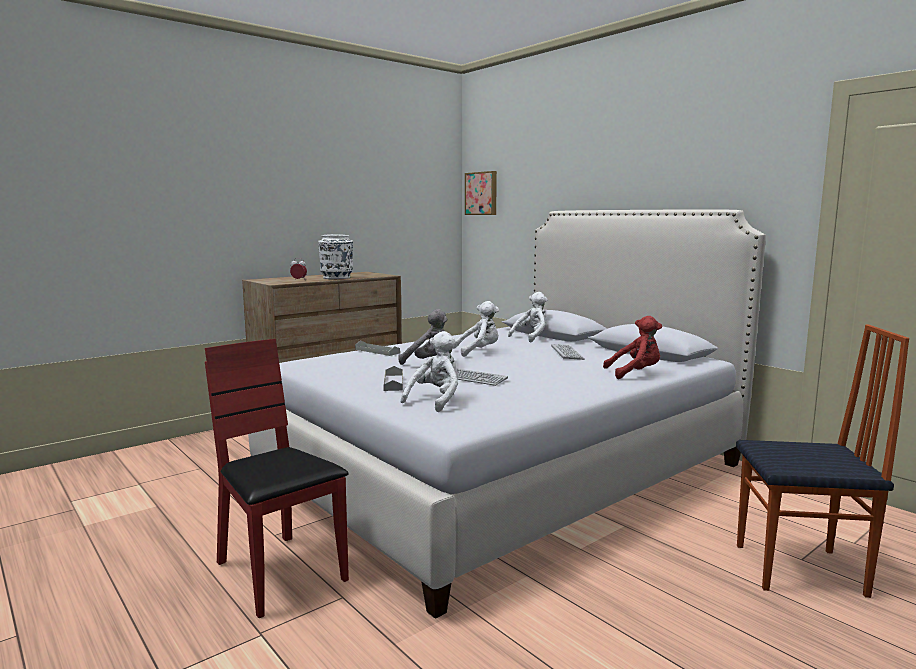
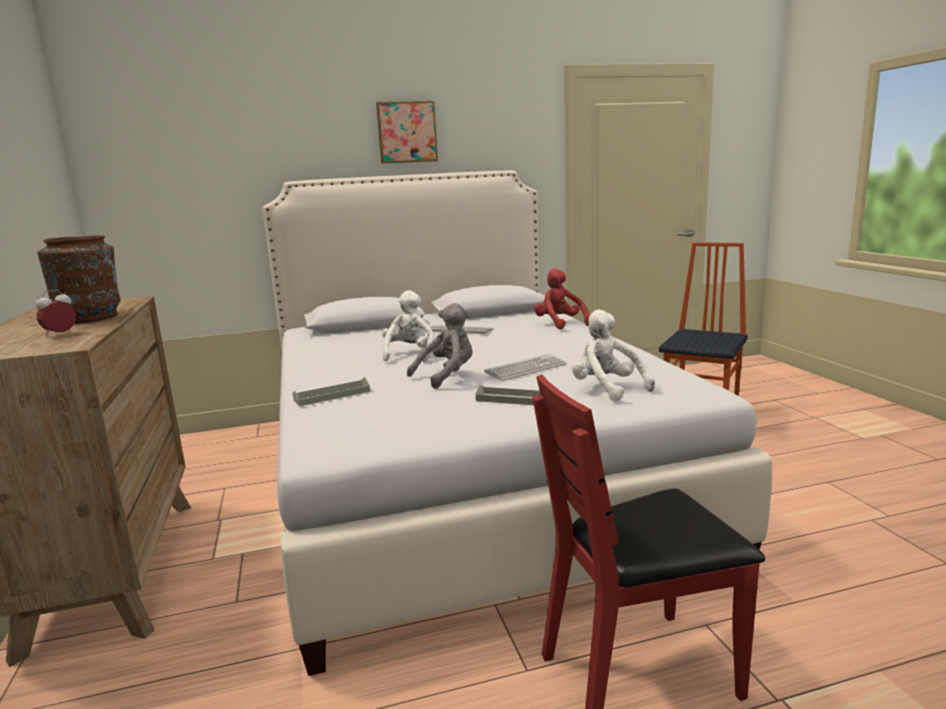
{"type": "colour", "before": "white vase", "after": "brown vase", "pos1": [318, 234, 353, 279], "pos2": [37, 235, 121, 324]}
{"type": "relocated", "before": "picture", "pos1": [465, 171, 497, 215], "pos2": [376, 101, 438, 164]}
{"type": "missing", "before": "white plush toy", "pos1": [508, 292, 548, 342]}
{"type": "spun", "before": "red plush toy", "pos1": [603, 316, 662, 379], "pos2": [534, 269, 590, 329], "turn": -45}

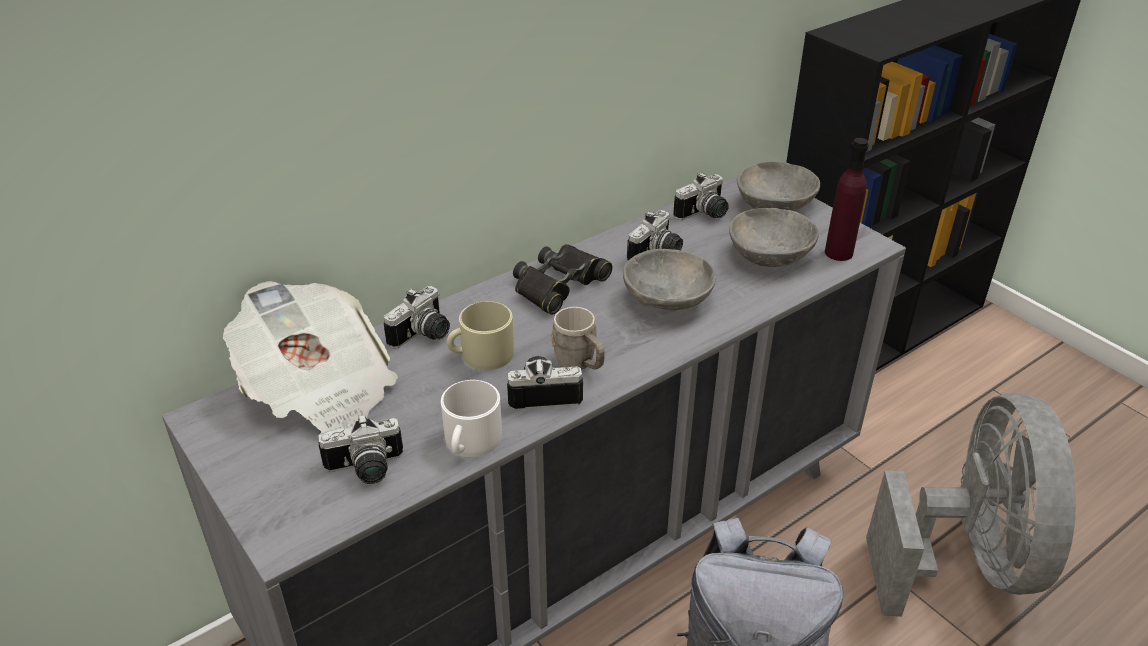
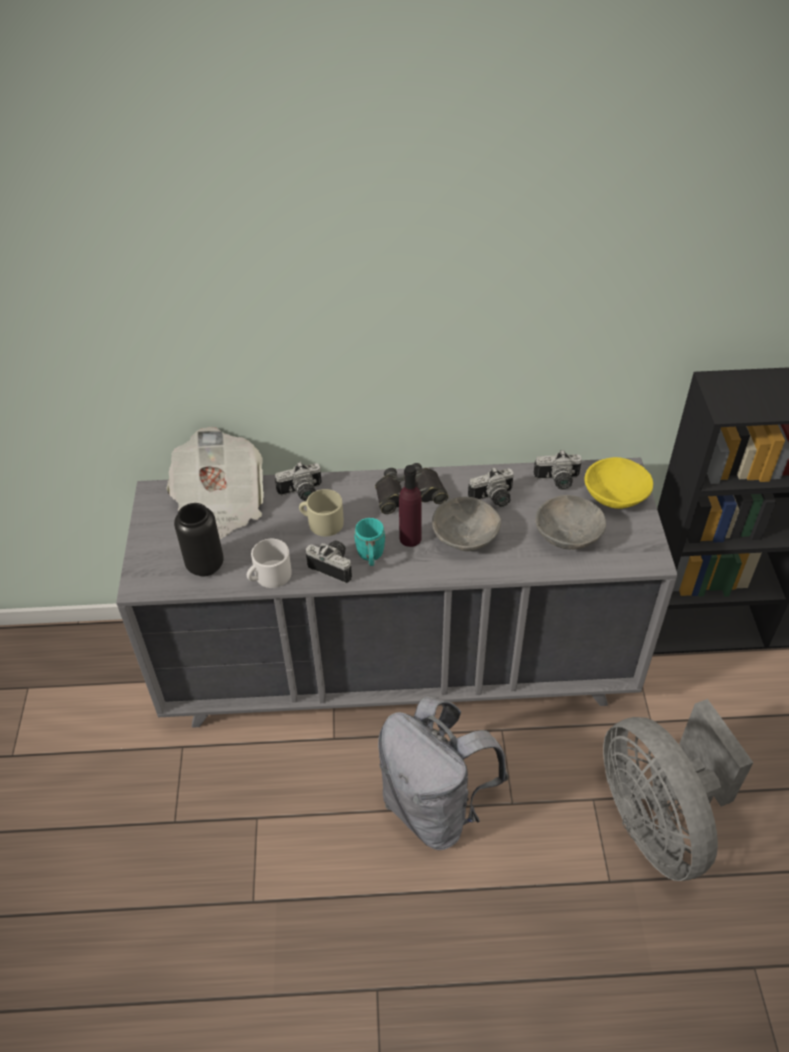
{"type": "exchanged", "before": "photo camera", "after": "black vase", "pos1": [318, 414, 403, 484], "pos2": [174, 503, 224, 576]}
{"type": "colour", "before": "grey mug", "after": "turquoise mug", "pos1": [551, 307, 605, 370], "pos2": [354, 518, 386, 566]}
{"type": "colour", "before": "grey bowl", "after": "yellow bowl", "pos1": [737, 162, 820, 211], "pos2": [585, 457, 653, 509]}
{"type": "relocated", "before": "purple bottle", "pos1": [825, 138, 869, 261], "pos2": [399, 465, 422, 547]}
{"type": "spun", "before": "grey fan", "pos1": [866, 393, 1076, 617], "pos2": [603, 699, 753, 881], "turn": 120}

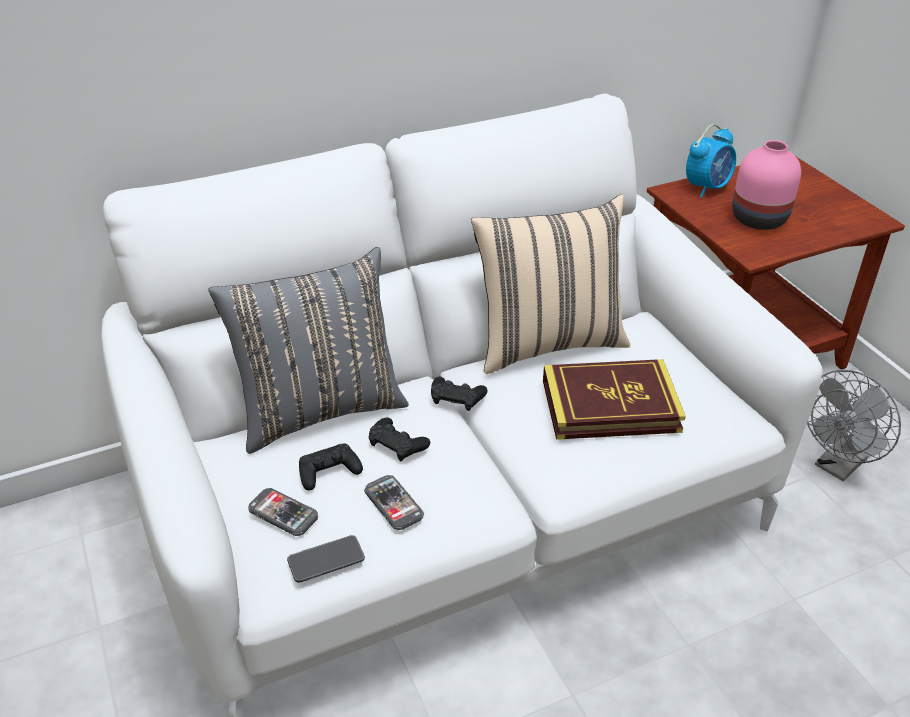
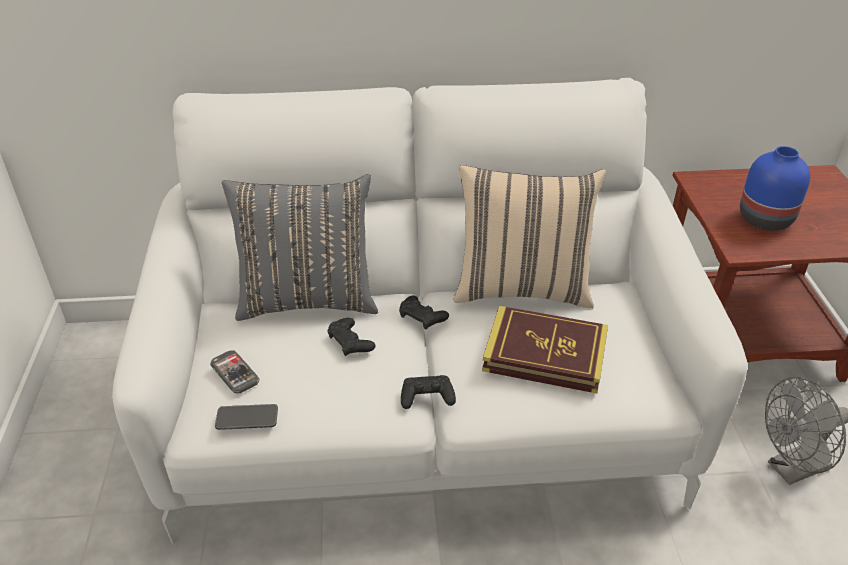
{"type": "relocated", "before": "black game controller", "pos1": [299, 443, 363, 491], "pos2": [401, 375, 456, 409]}
{"type": "missing", "before": "phone", "pos1": [364, 475, 424, 530]}
{"type": "missing", "before": "alarm clock", "pos1": [686, 124, 736, 198]}
{"type": "colour", "before": "pink vase", "after": "blue vase", "pos1": [732, 140, 801, 230], "pos2": [740, 146, 810, 231]}

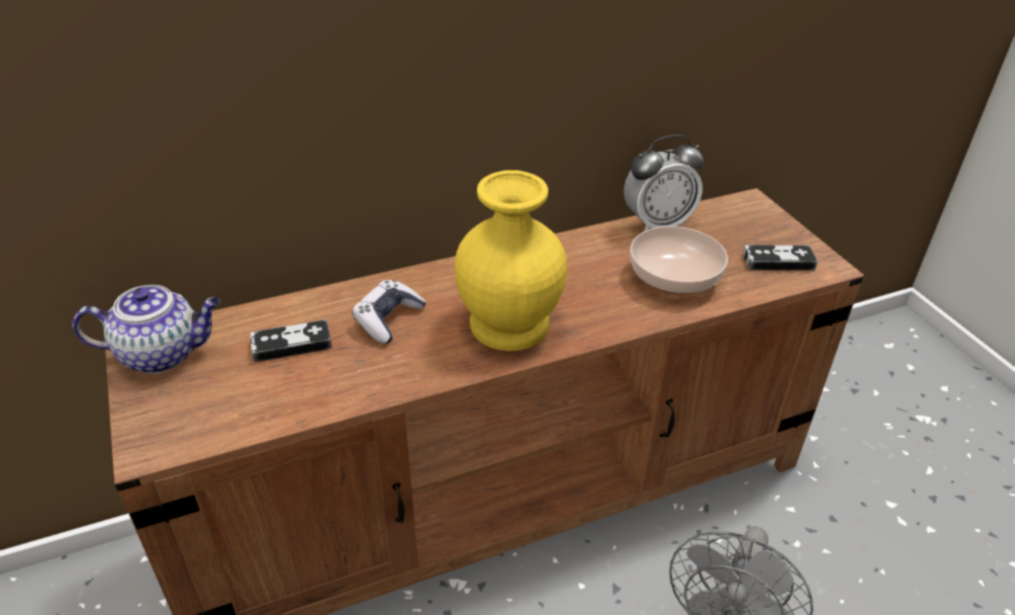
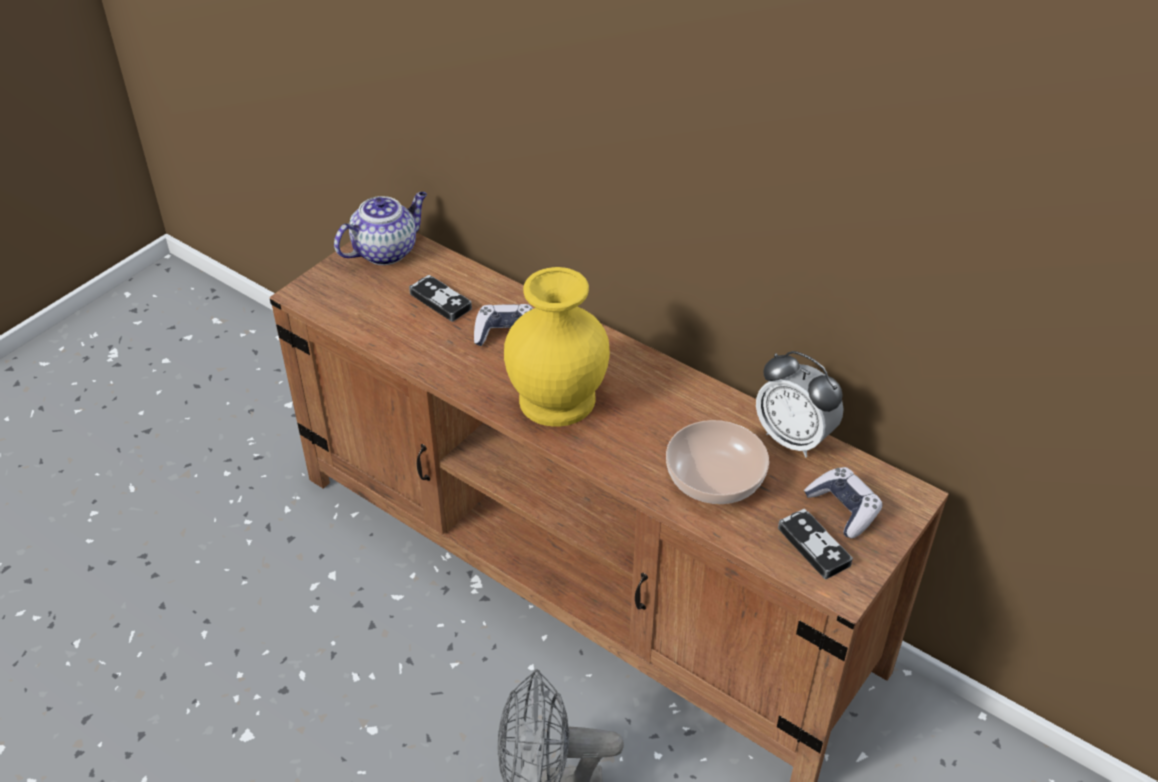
{"type": "spun", "before": "teapot", "pos1": [72, 285, 220, 373], "pos2": [334, 192, 427, 265], "turn": -90}
{"type": "appeared", "after": "game controller", "pos2": [804, 467, 883, 539]}

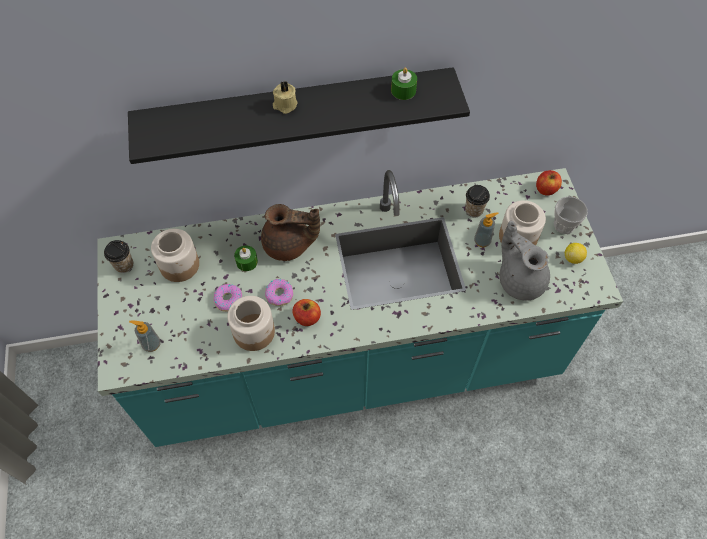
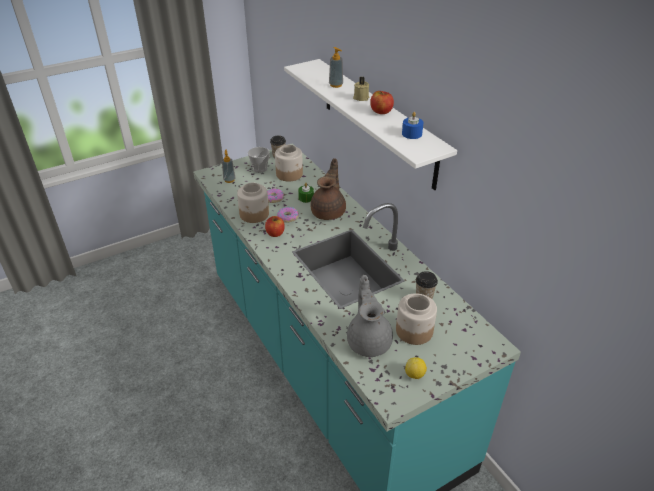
{"type": "colour", "before": "black shelf", "after": "white shelf", "pos1": [128, 67, 470, 164], "pos2": [284, 59, 457, 190]}
{"type": "spun", "before": "brown teapot", "pos1": [261, 204, 320, 261], "pos2": [311, 158, 346, 220], "turn": -150}
{"type": "colour", "before": "green candle", "after": "blue candle", "pos1": [391, 68, 417, 100], "pos2": [402, 112, 424, 139]}
{"type": "relocated", "before": "soap dispenser", "pos1": [474, 212, 499, 247], "pos2": [329, 47, 343, 88]}
{"type": "spun", "before": "grey teapot", "pos1": [499, 221, 550, 301], "pos2": [347, 275, 393, 357], "turn": -45}
{"type": "relocated", "before": "apple", "pos1": [536, 170, 562, 195], "pos2": [370, 91, 394, 114]}
{"type": "relocated", "before": "cup", "pos1": [554, 197, 588, 234], "pos2": [248, 147, 270, 173]}

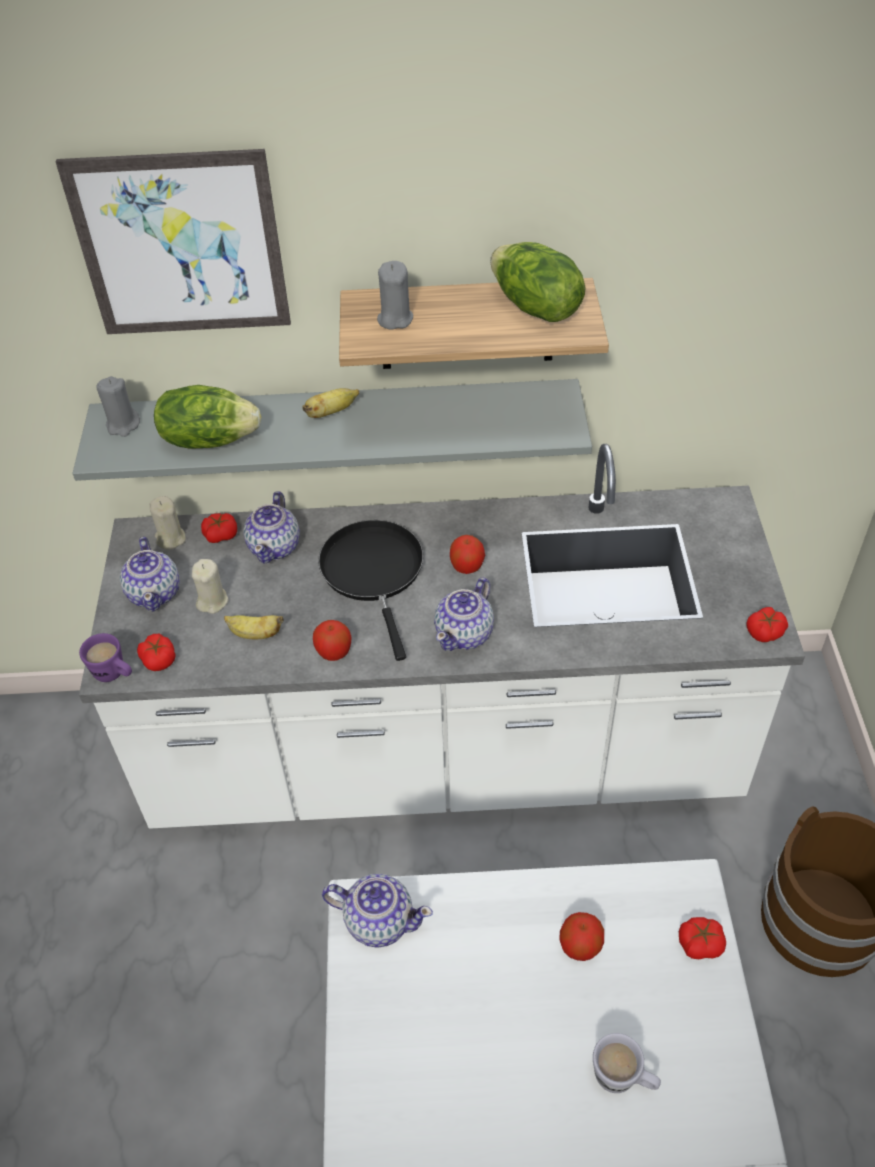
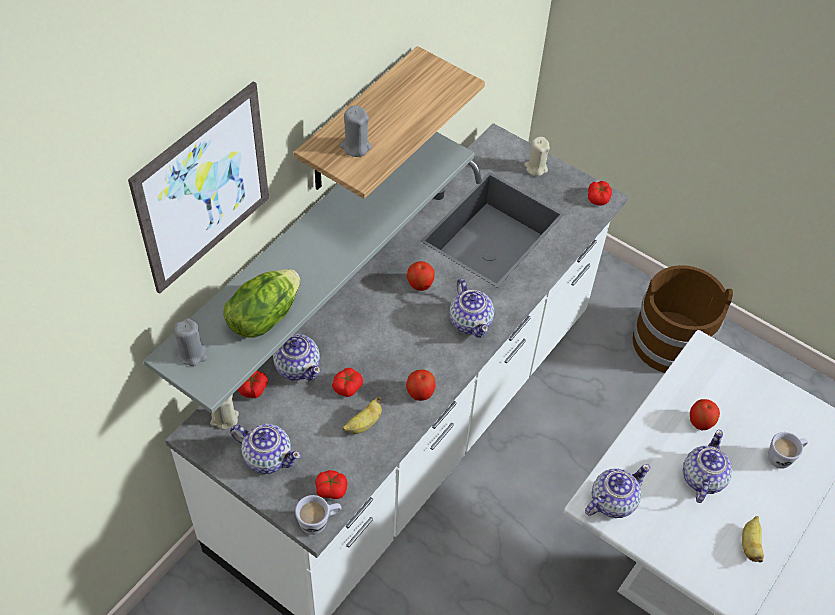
{"type": "colour", "before": "purple mug", "after": "white mug", "pos1": [79, 633, 132, 682], "pos2": [295, 495, 341, 535]}
{"type": "relocated", "before": "beige candle", "pos1": [192, 559, 229, 614], "pos2": [524, 137, 550, 176]}
{"type": "relocated", "before": "banana", "pos1": [303, 388, 359, 418], "pos2": [742, 516, 764, 563]}
{"type": "missing", "before": "black frying pan", "pos1": [318, 520, 423, 661]}
{"type": "missing", "before": "lettuce", "pos1": [490, 242, 586, 322]}
{"type": "relocated", "before": "tomato", "pos1": [679, 917, 726, 959], "pos2": [332, 368, 363, 397]}
{"type": "appeared", "after": "teapot", "pos2": [683, 430, 733, 503]}

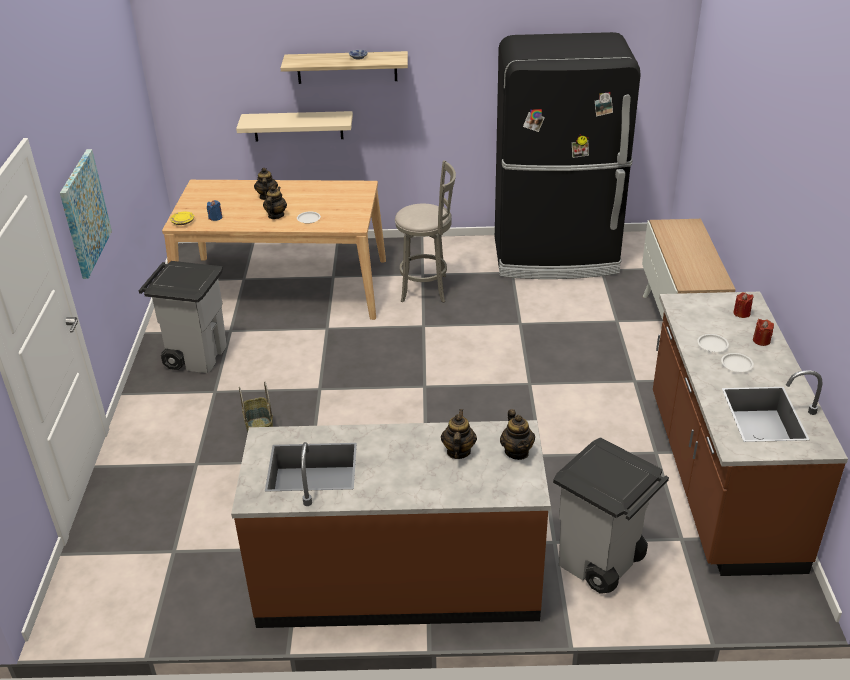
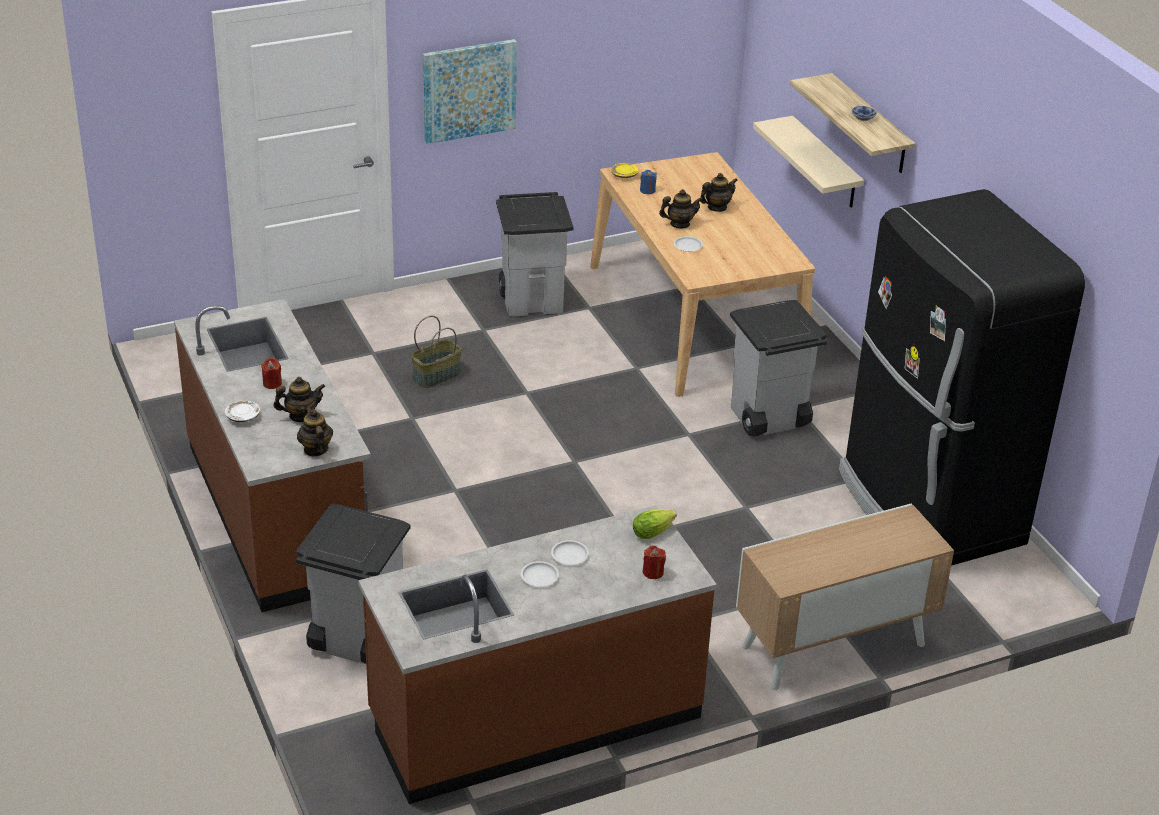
{"type": "exchanged", "before": "grey stool", "after": "grey trash can", "pos1": [395, 160, 456, 303], "pos2": [730, 300, 827, 436]}
{"type": "spun", "before": "teapot", "pos1": [500, 409, 535, 460], "pos2": [297, 407, 333, 456], "turn": 105}
{"type": "relocated", "before": "red candle", "pos1": [753, 319, 774, 346], "pos2": [261, 358, 282, 389]}
{"type": "appeared", "after": "white plate", "pos2": [225, 401, 260, 423]}
{"type": "appeared", "after": "lettuce", "pos2": [633, 509, 677, 539]}

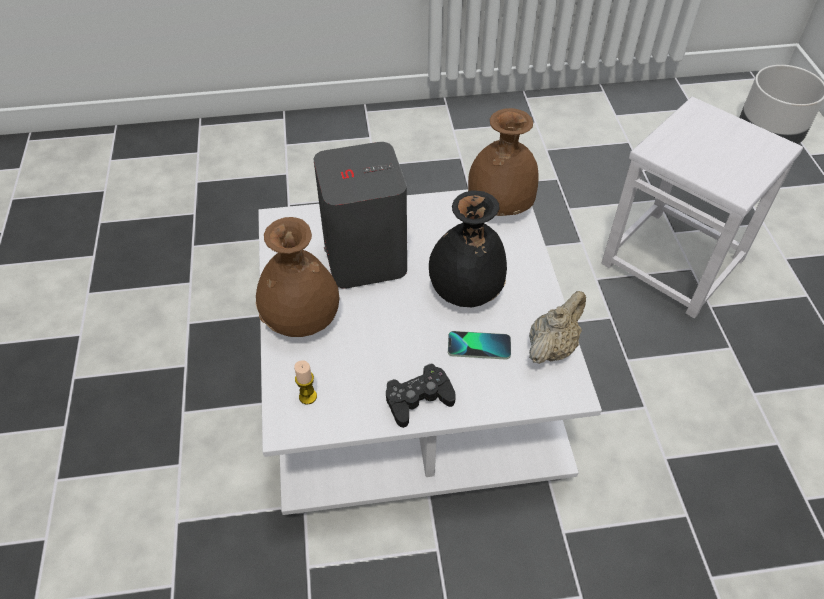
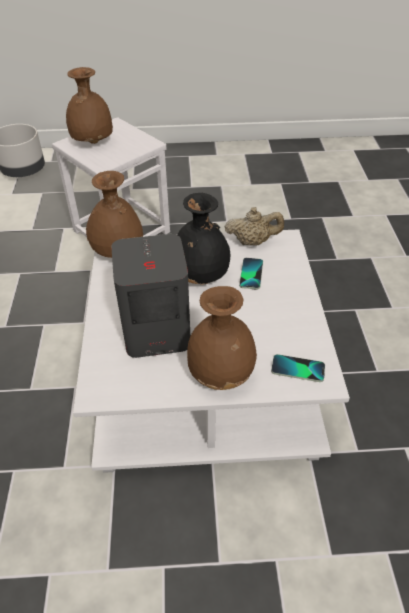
{"type": "exchanged", "before": "candle", "after": "phone", "pos1": [294, 360, 317, 404], "pos2": [271, 354, 325, 382]}
{"type": "missing", "before": "black game controller", "pos1": [386, 363, 456, 428]}
{"type": "spun", "before": "beige teapot", "pos1": [529, 291, 586, 364], "pos2": [225, 207, 284, 246], "turn": 135}
{"type": "appeared", "after": "brown vase", "pos2": [66, 67, 113, 144]}

